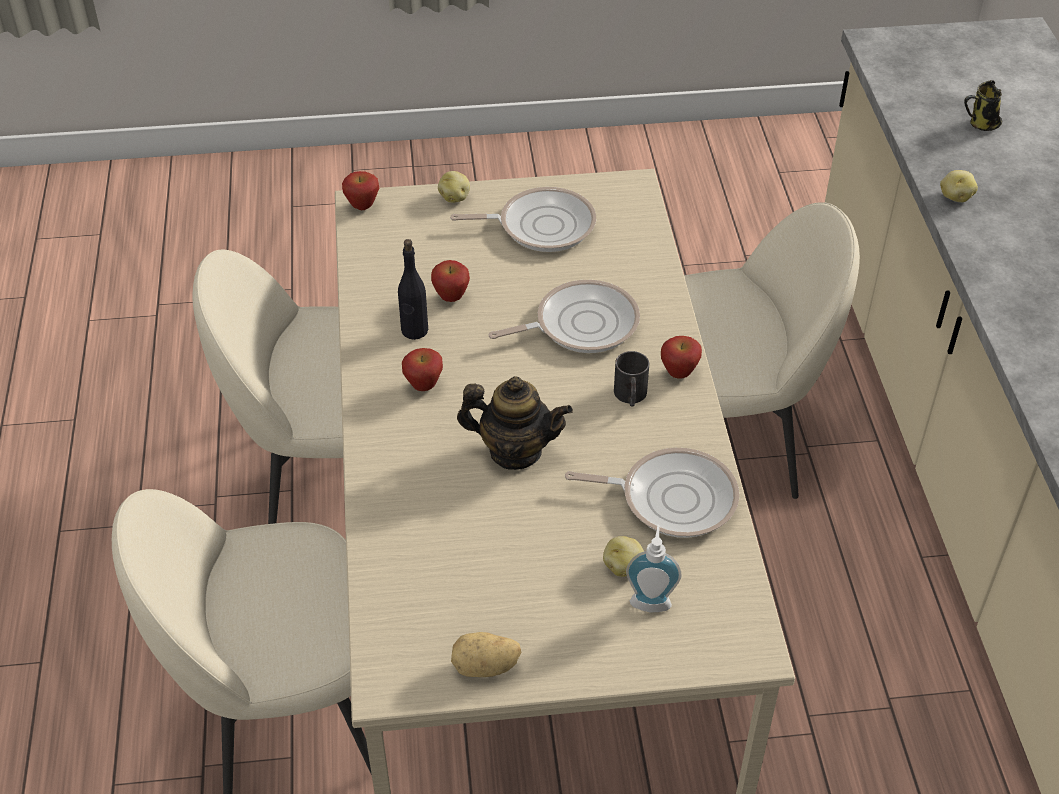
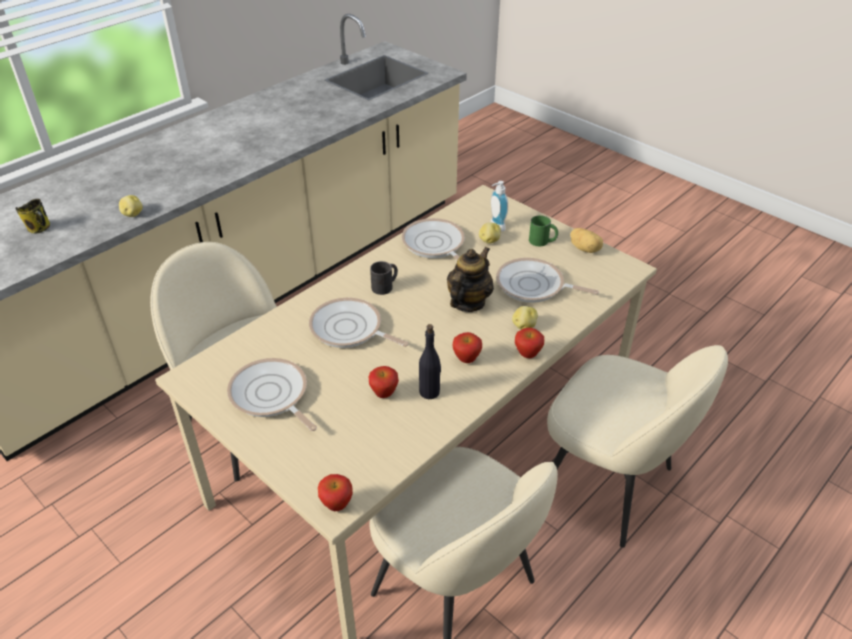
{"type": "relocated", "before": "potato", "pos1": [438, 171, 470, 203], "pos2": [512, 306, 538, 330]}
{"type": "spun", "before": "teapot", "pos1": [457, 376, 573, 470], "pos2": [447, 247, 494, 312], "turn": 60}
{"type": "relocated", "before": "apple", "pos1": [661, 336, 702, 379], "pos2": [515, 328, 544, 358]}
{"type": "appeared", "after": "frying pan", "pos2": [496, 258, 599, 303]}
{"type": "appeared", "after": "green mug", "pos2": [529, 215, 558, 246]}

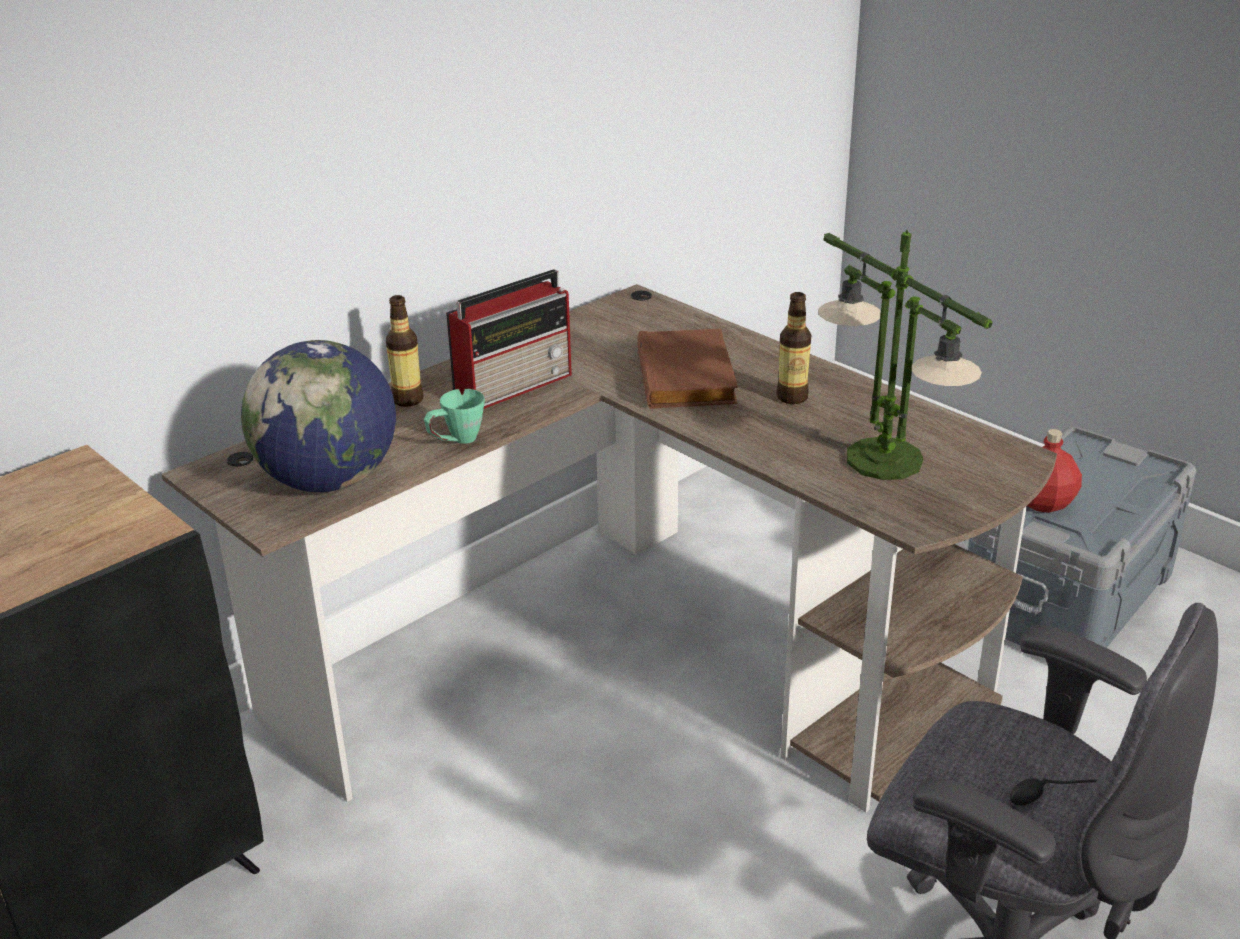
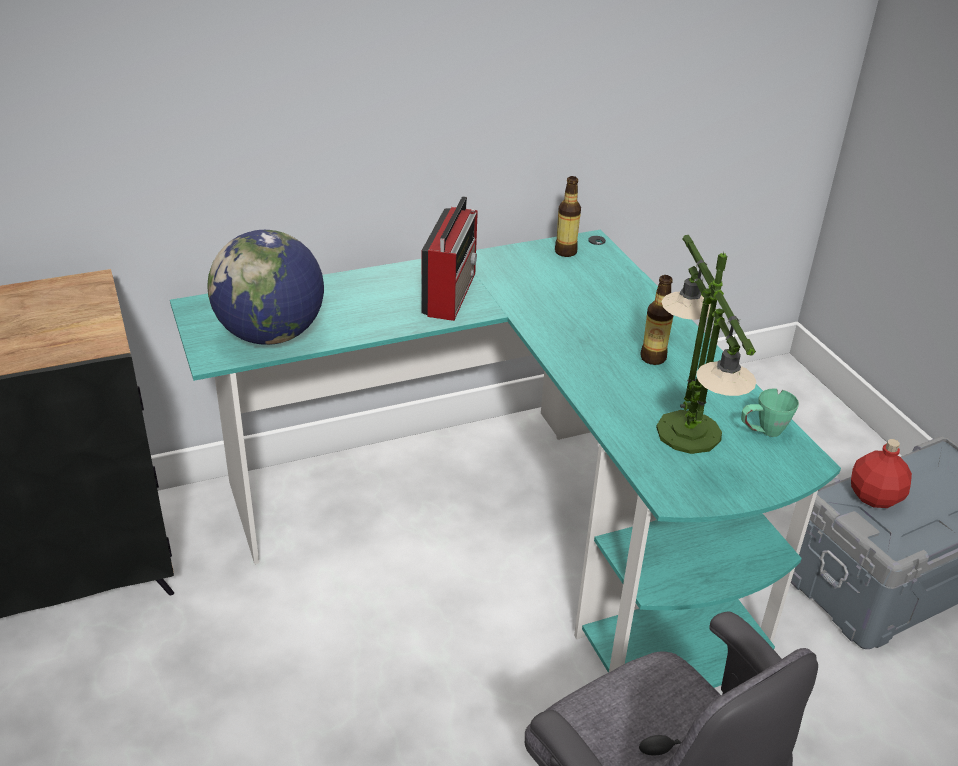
{"type": "colour", "before": "brown desk", "after": "turquoise desk", "pos1": [162, 284, 1057, 813], "pos2": [170, 230, 841, 688]}
{"type": "relocated", "before": "bottle", "pos1": [386, 295, 423, 407], "pos2": [555, 176, 581, 257]}
{"type": "relocated", "before": "green mug", "pos1": [424, 389, 485, 444], "pos2": [741, 388, 799, 437]}
{"type": "spun", "before": "radio", "pos1": [446, 269, 572, 409], "pos2": [421, 196, 478, 321], "turn": -60}
{"type": "missing", "before": "brown book", "pos1": [637, 329, 738, 409]}

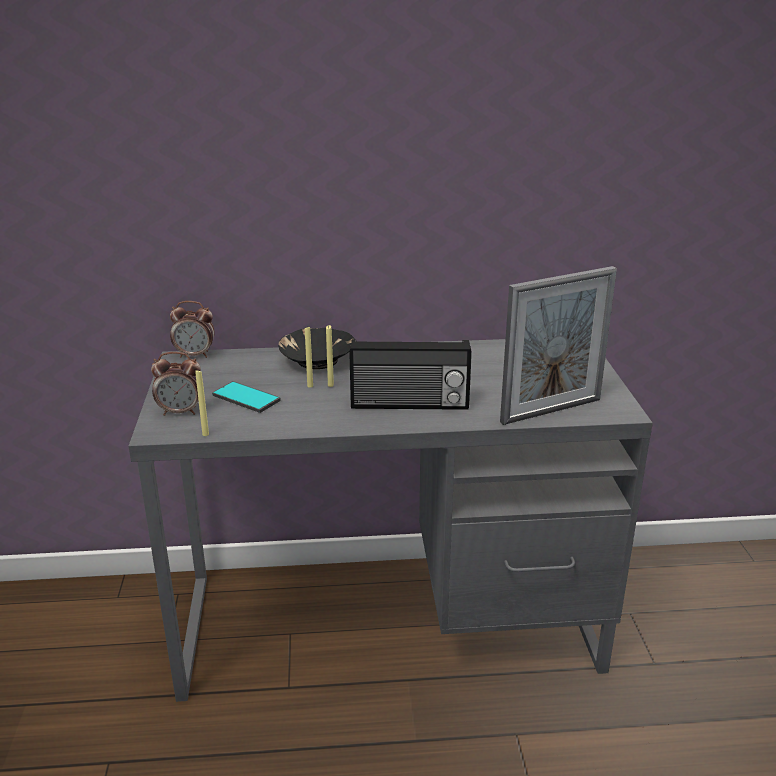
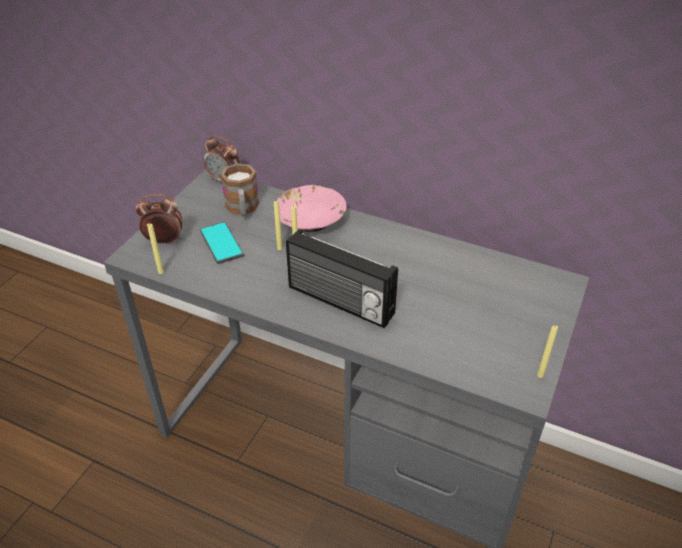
{"type": "spun", "before": "alarm clock", "pos1": [151, 352, 201, 416], "pos2": [136, 194, 182, 243], "turn": 150}
{"type": "colour", "before": "black bowl", "after": "pink bowl", "pos1": [278, 328, 355, 369], "pos2": [277, 185, 347, 232]}
{"type": "missing", "before": "picture frame", "pos1": [500, 266, 617, 425]}
{"type": "appeared", "after": "mug", "pos2": [221, 163, 259, 216]}
{"type": "appeared", "after": "yellow candle", "pos2": [537, 325, 558, 378]}

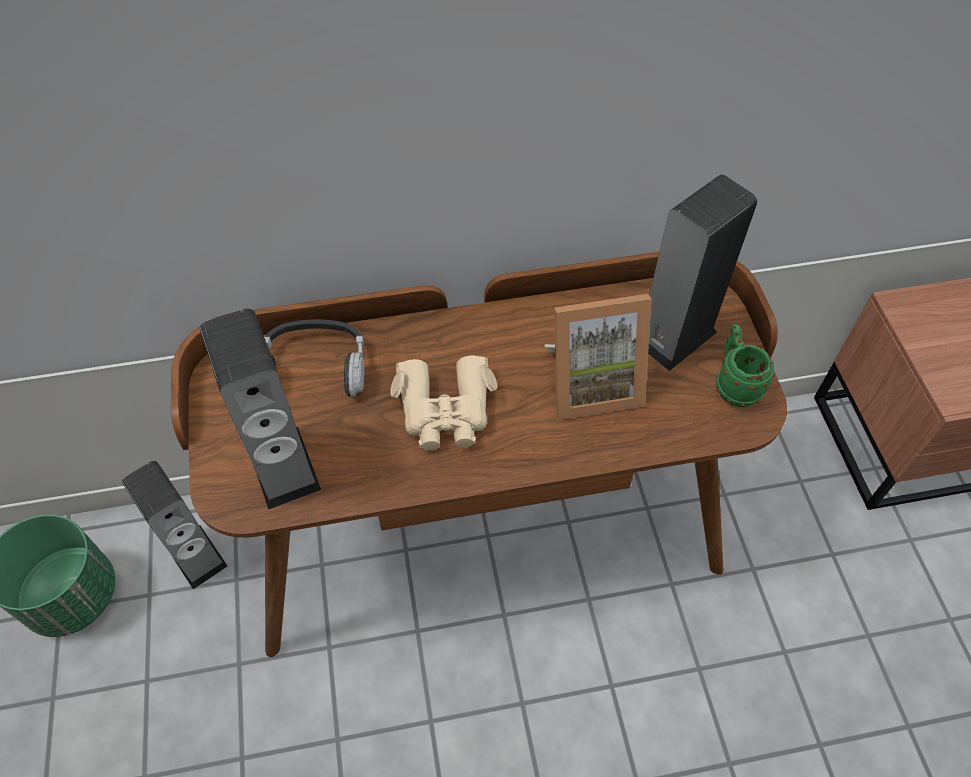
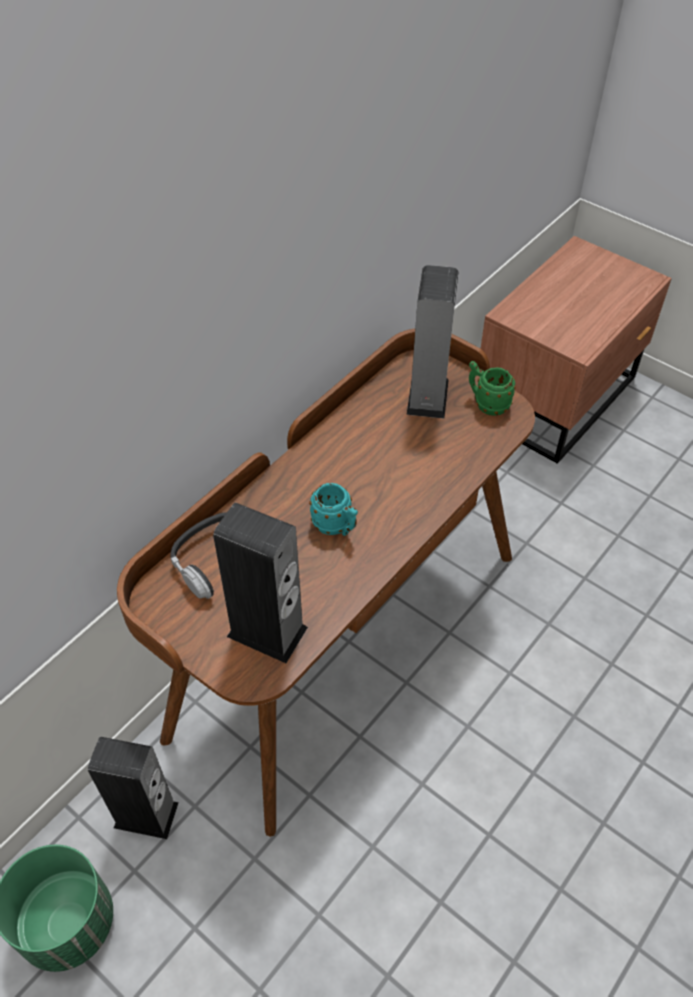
{"type": "exchanged", "before": "beige binoculars", "after": "turquoise mug", "pos1": [391, 356, 497, 450], "pos2": [309, 483, 358, 536]}
{"type": "missing", "before": "picture frame", "pos1": [545, 294, 651, 420]}

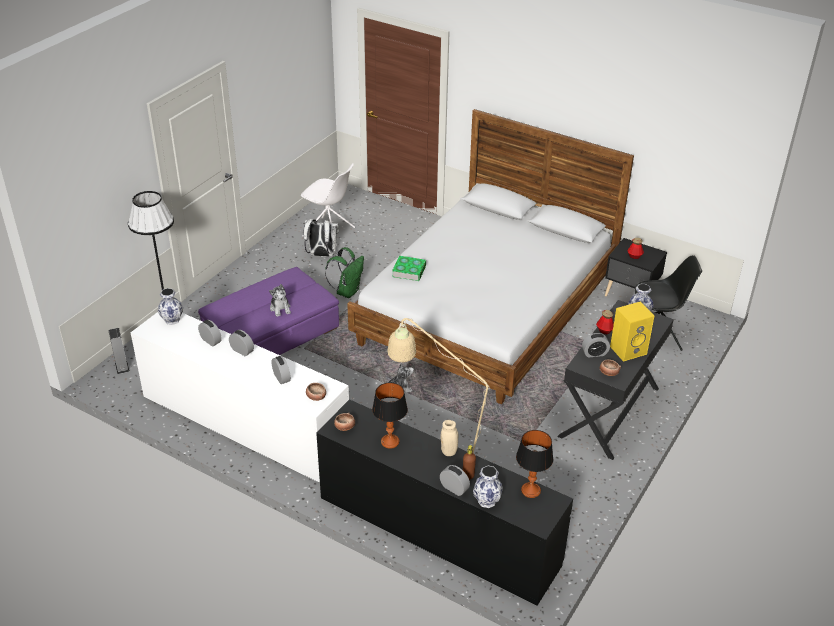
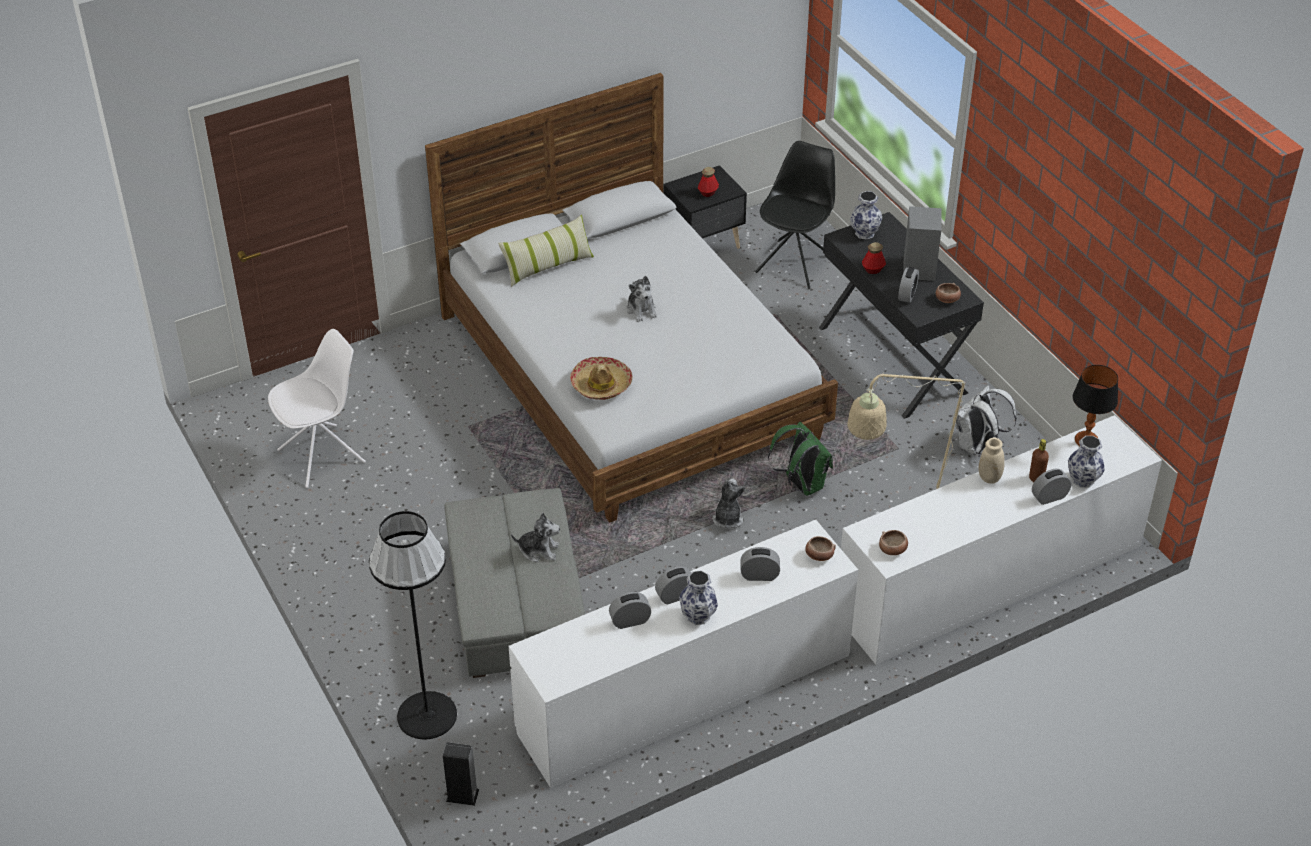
{"type": "relocated", "before": "vase", "pos1": [158, 288, 183, 325], "pos2": [679, 571, 718, 625]}
{"type": "colour", "before": "purple ottoman", "after": "grey ottoman", "pos1": [198, 267, 339, 355], "pos2": [445, 488, 585, 678]}
{"type": "relocated", "before": "white backpack", "pos1": [303, 219, 339, 257], "pos2": [956, 385, 1017, 455]}
{"type": "colour", "before": "black dresser", "after": "white dresser", "pos1": [316, 399, 573, 606], "pos2": [841, 415, 1162, 665]}
{"type": "relocated", "before": "green backpack", "pos1": [325, 247, 364, 298], "pos2": [768, 422, 833, 496]}
{"type": "missing", "before": "table lamp", "pos1": [372, 383, 408, 449]}
{"type": "exchanged", "before": "book", "after": "hat", "pos1": [392, 256, 426, 281], "pos2": [570, 357, 633, 400]}
{"type": "colour", "before": "yellow speaker", "after": "grey speaker", "pos1": [610, 301, 654, 362], "pos2": [903, 206, 942, 281]}
{"type": "appeared", "after": "pillow", "pos2": [498, 215, 594, 287]}
{"type": "appeared", "after": "plush toy", "pos2": [627, 276, 657, 322]}

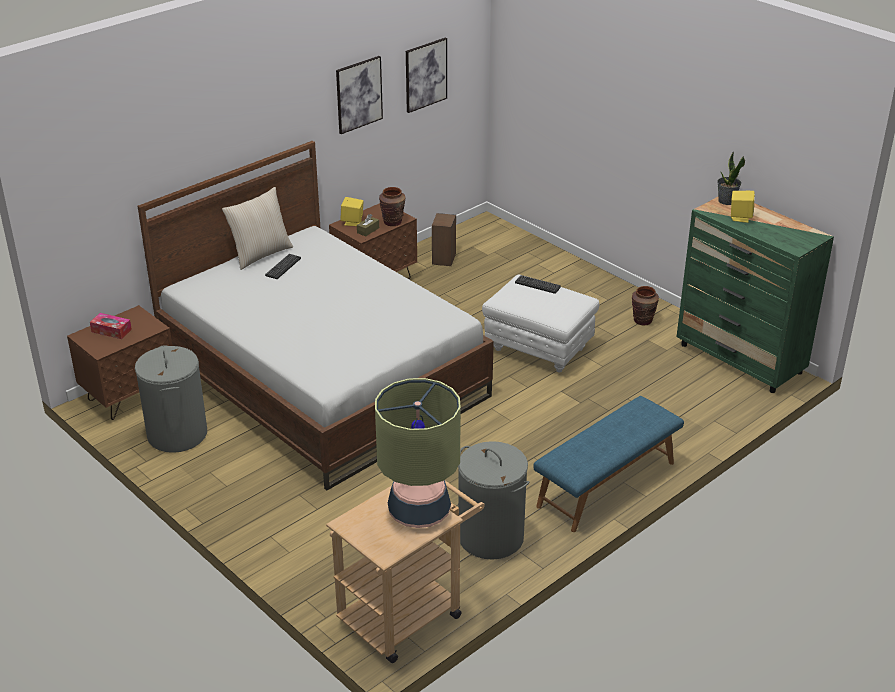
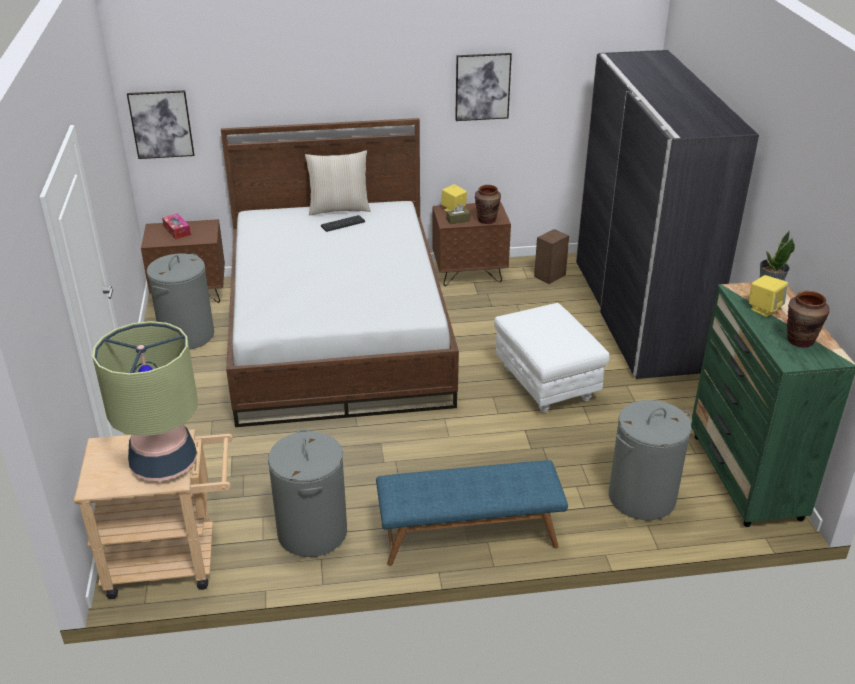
{"type": "relocated", "before": "picture", "pos1": [406, 38, 447, 113], "pos2": [127, 90, 194, 159]}
{"type": "missing", "before": "keyboard", "pos1": [515, 275, 561, 294]}
{"type": "relocated", "before": "brown vase", "pos1": [632, 286, 659, 326], "pos2": [787, 291, 830, 348]}
{"type": "appeared", "after": "grey wardrobe", "pos2": [576, 50, 759, 379]}
{"type": "appeared", "after": "grey laundry basket", "pos2": [609, 400, 692, 520]}

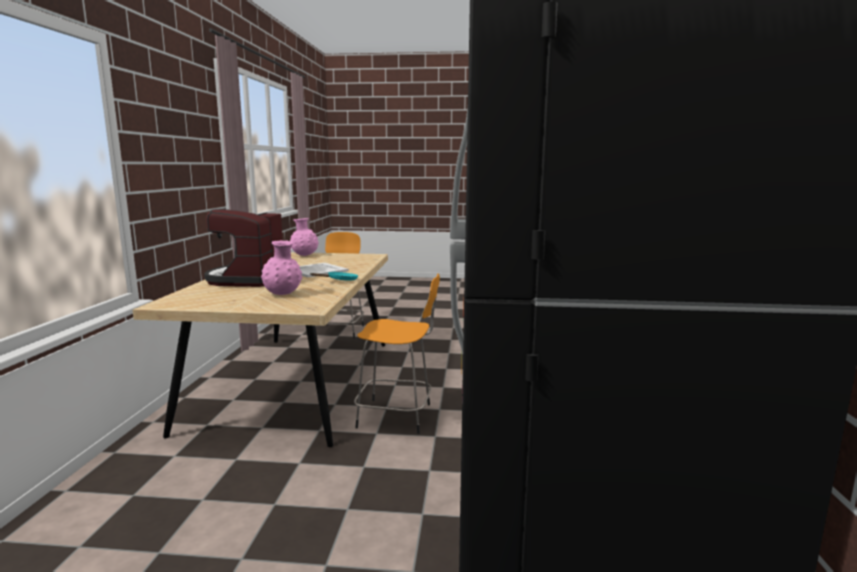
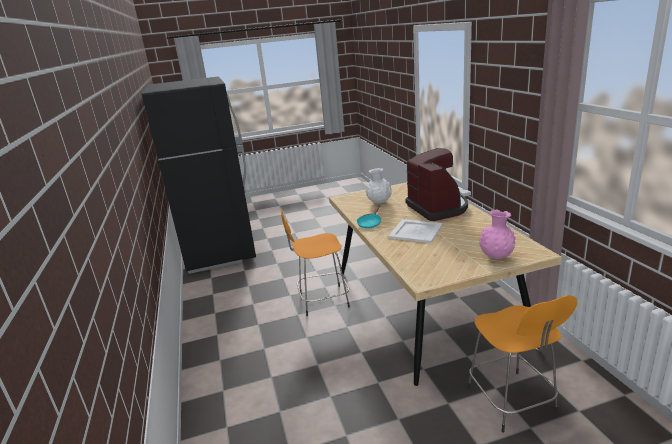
{"type": "colour", "before": "pink vase", "after": "white vase", "pos1": [261, 240, 302, 295], "pos2": [366, 168, 392, 203]}

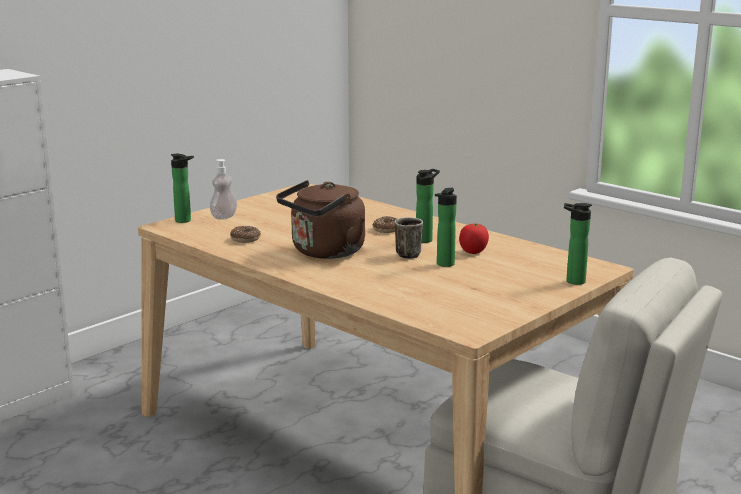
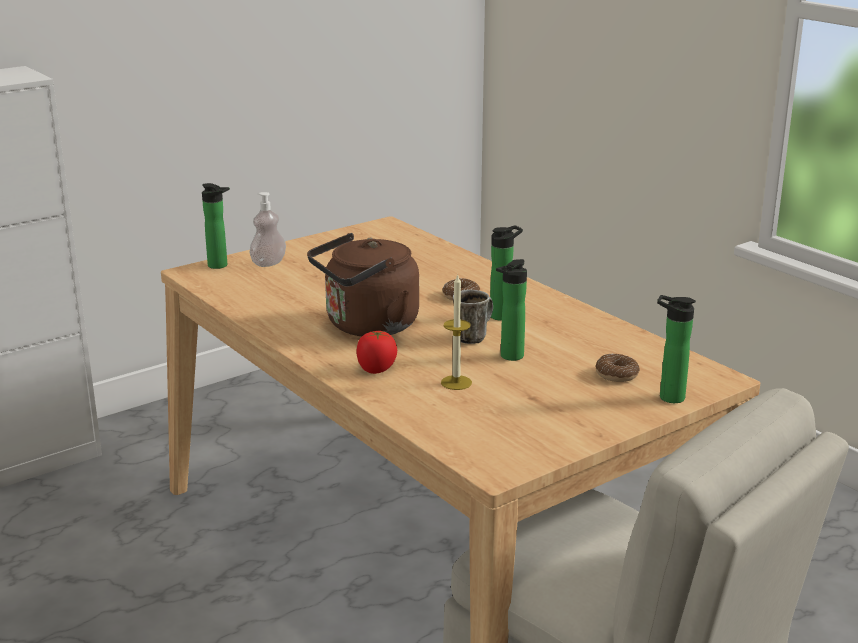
{"type": "relocated", "before": "donut", "pos1": [230, 226, 261, 243], "pos2": [595, 354, 640, 382]}
{"type": "relocated", "before": "tomato", "pos1": [459, 224, 489, 254], "pos2": [357, 331, 397, 374]}
{"type": "appeared", "after": "candle", "pos2": [441, 274, 472, 390]}

